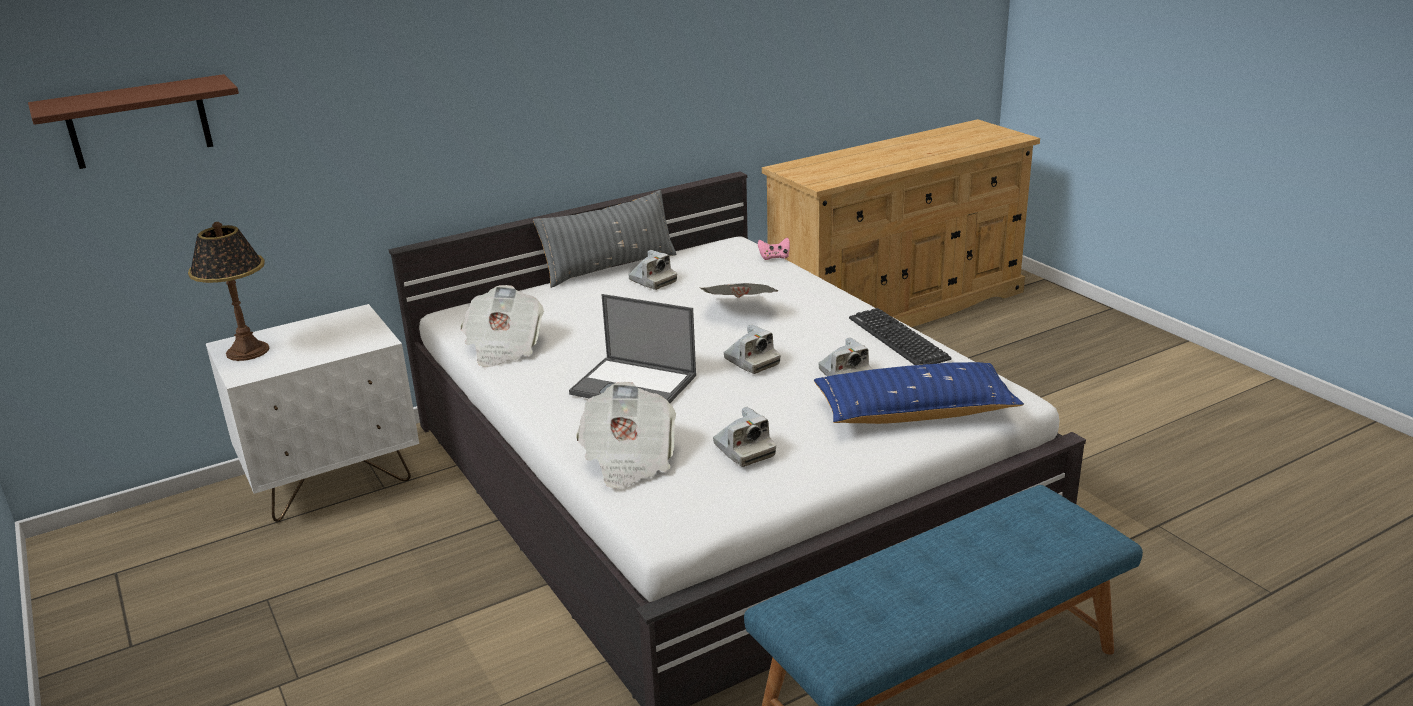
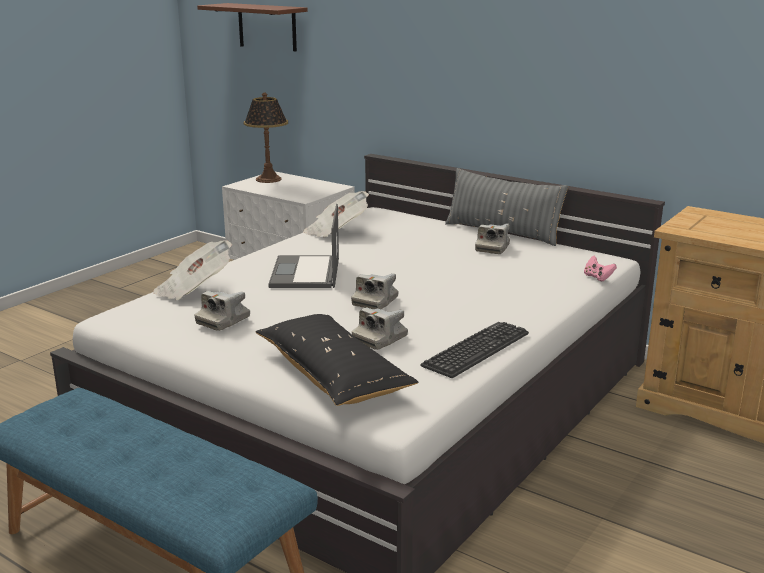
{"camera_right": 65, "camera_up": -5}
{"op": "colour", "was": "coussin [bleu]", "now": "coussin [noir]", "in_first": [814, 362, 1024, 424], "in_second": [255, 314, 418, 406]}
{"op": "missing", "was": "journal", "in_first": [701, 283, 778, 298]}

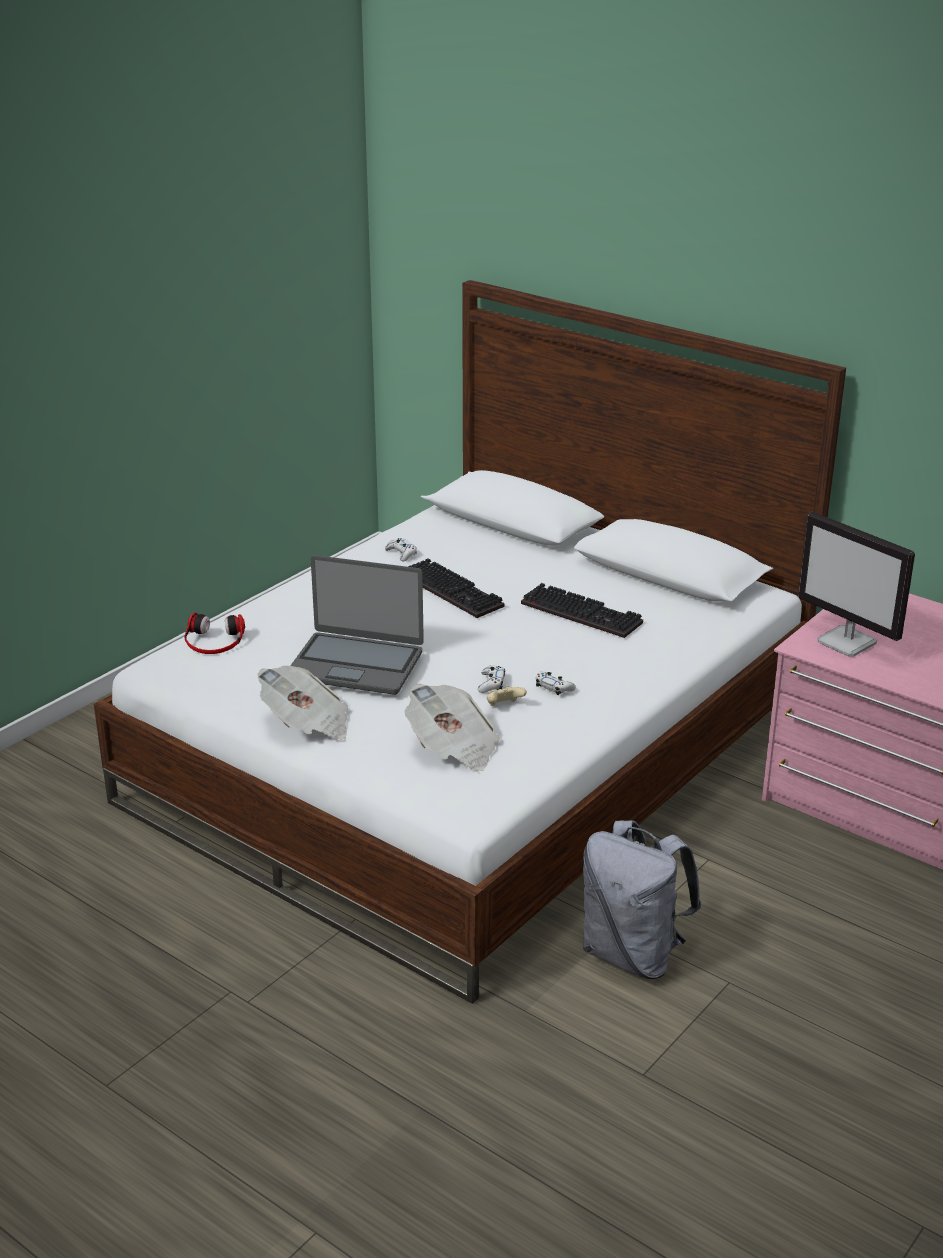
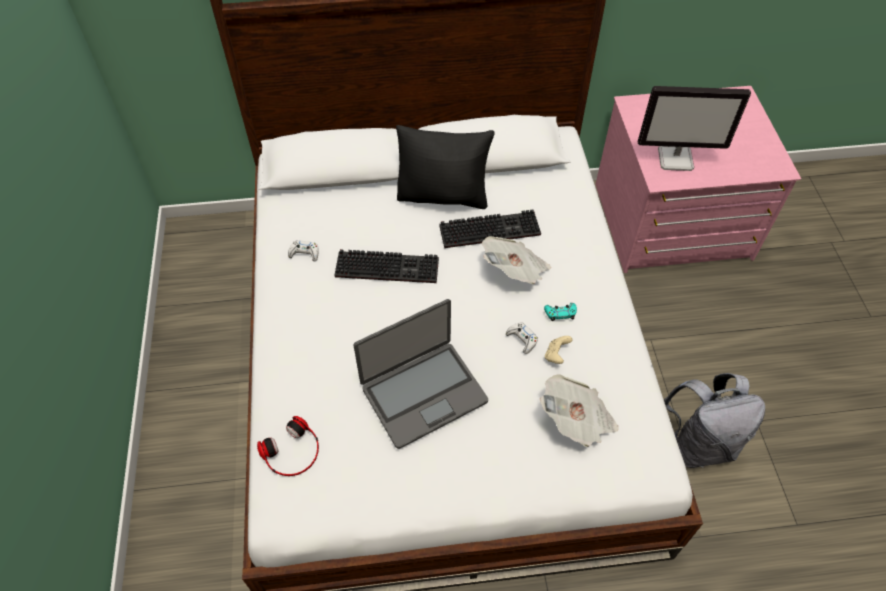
{"camera_right": -45, "camera_up": 25}
{"op": "appeared", "now": "coussin [noir]", "in_second": [396, 125, 495, 209]}
{"op": "relocated", "was": "journal", "in_first": [258, 666, 348, 739], "in_second": [482, 236, 551, 284]}
{"op": "colour", "was": "manette [blanc]", "now": "manette [turquoise]", "in_first": [536, 671, 576, 695], "in_second": [544, 303, 577, 321]}

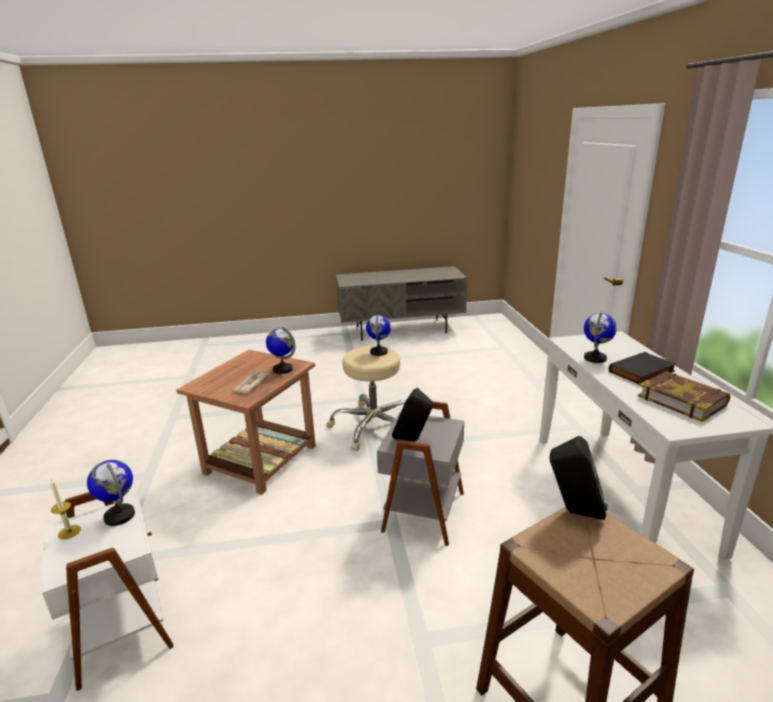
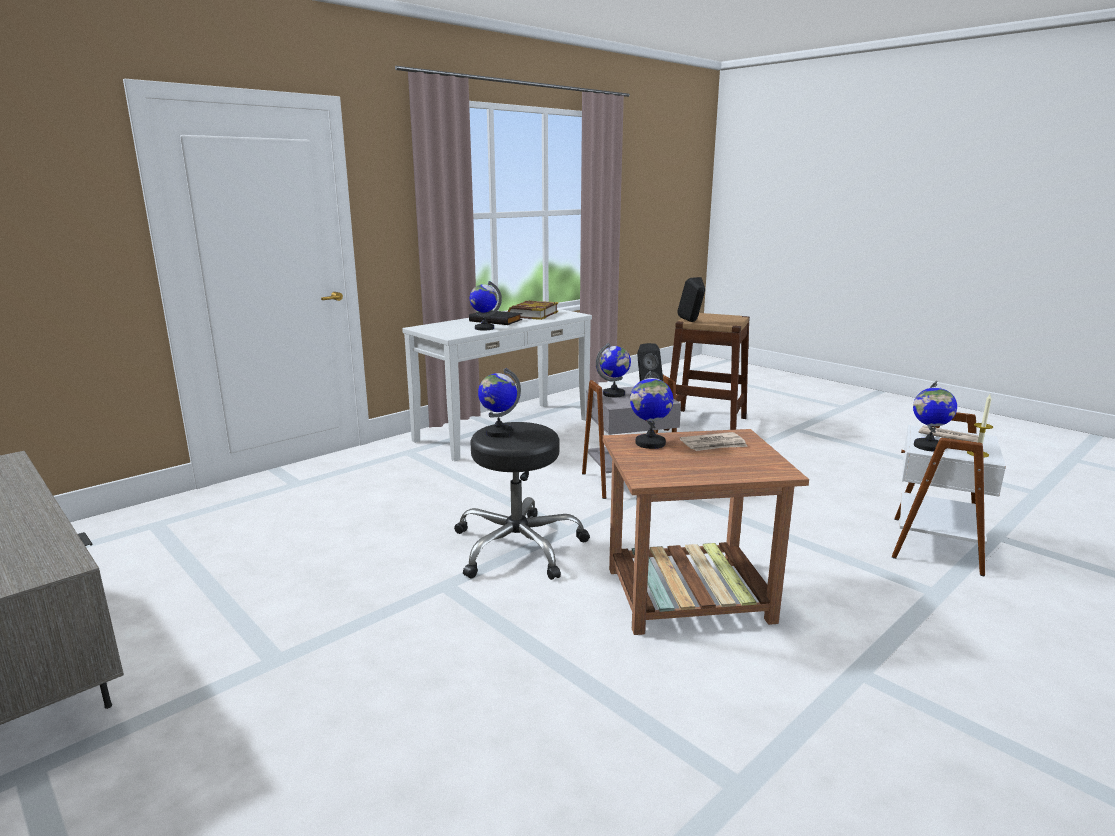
{"camera_right": -125, "camera_up": -5}
{"op": "colour", "was": "tabouret [beige]", "now": "tabouret [noir]", "in_first": [326, 346, 405, 451], "in_second": [454, 422, 590, 580]}
{"op": "appeared", "now": "globe", "in_second": [596, 343, 631, 397]}
{"op": "appeared", "now": "journal", "in_second": [918, 425, 979, 442]}

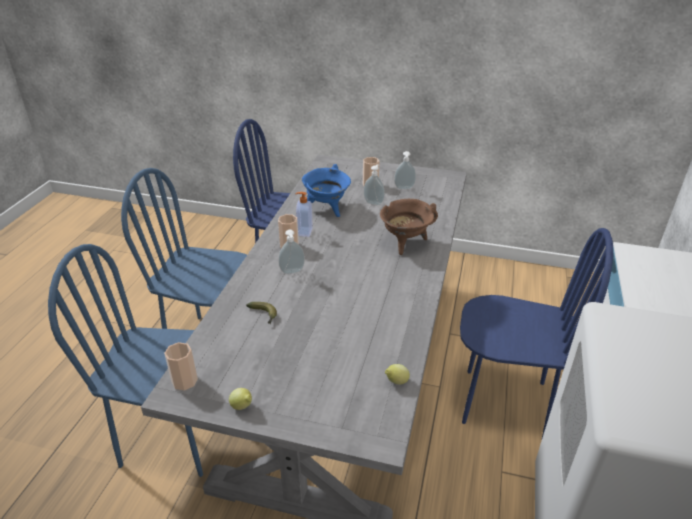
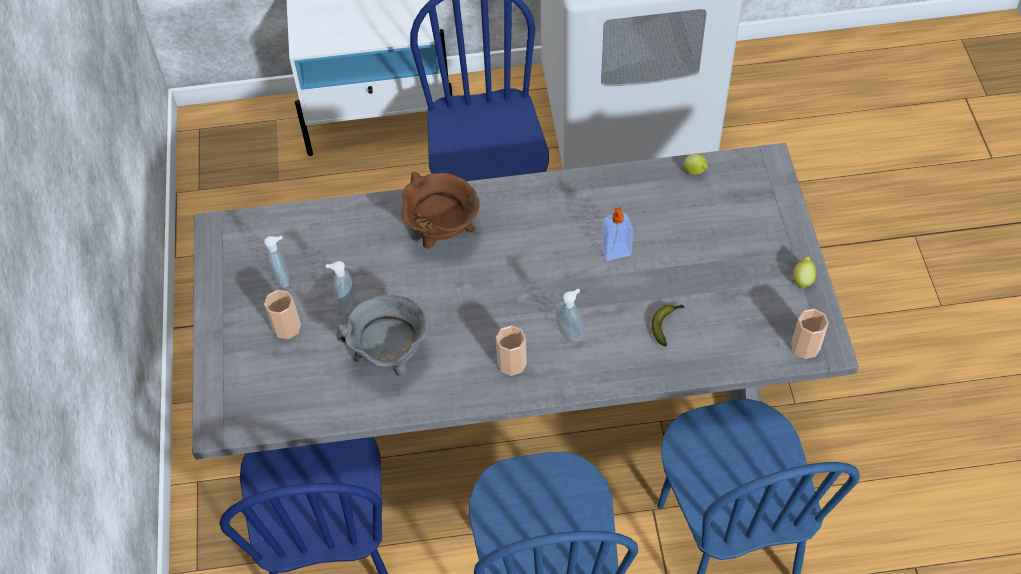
{"camera_right": -110, "camera_up": 20}
{"op": "colour", "was": "marmite [bleu]", "now": "marmite [gris]", "in_first": [301, 164, 351, 217], "in_second": [336, 295, 429, 376]}
{"op": "relocated", "was": "distributeur de savon", "in_first": [296, 192, 313, 237], "in_second": [601, 207, 633, 261]}

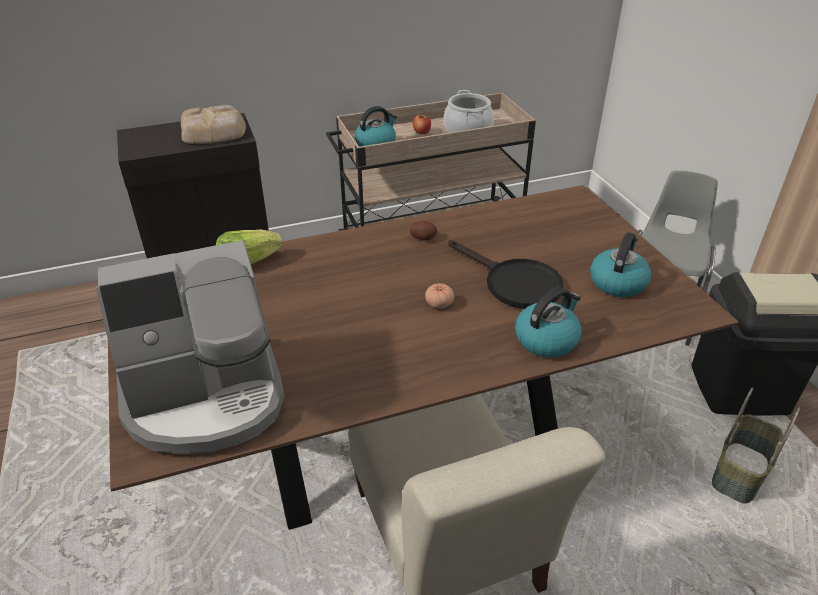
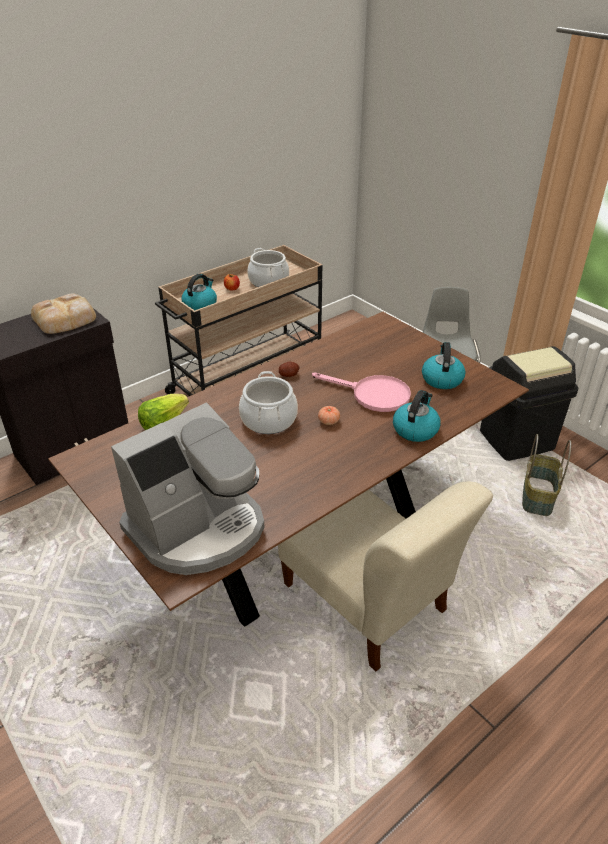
{"camera_right": -20, "camera_up": 0}
{"op": "appeared", "now": "marmite", "in_second": [239, 371, 298, 434]}
{"op": "colour", "was": "poêle [noir]", "now": "poêle [rose]", "in_first": [449, 240, 564, 309], "in_second": [312, 373, 411, 412]}

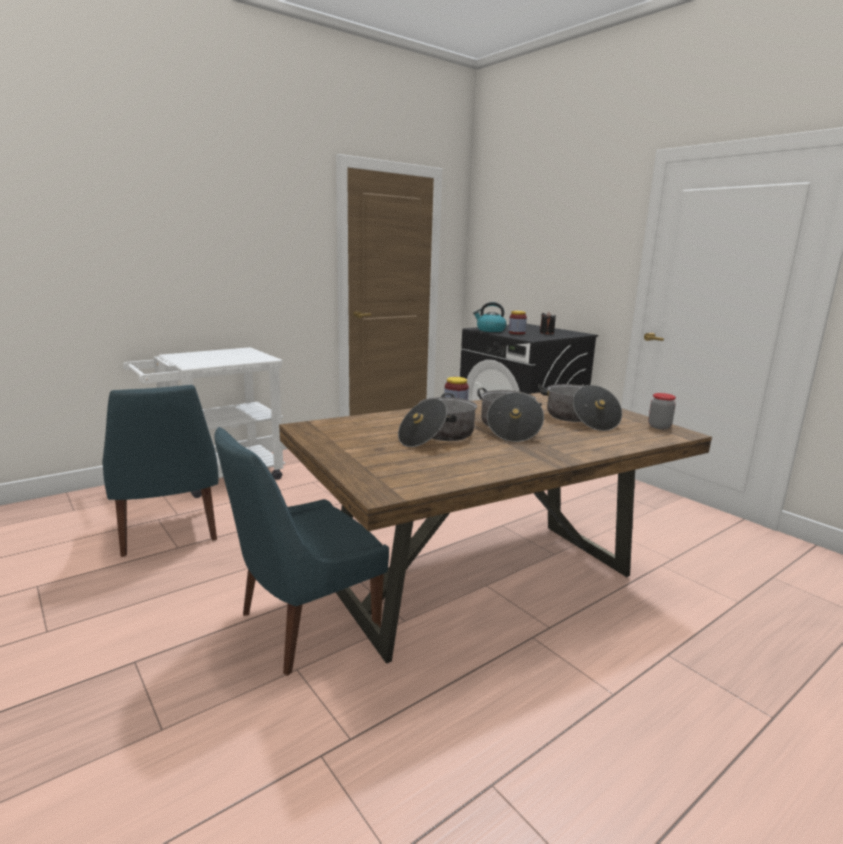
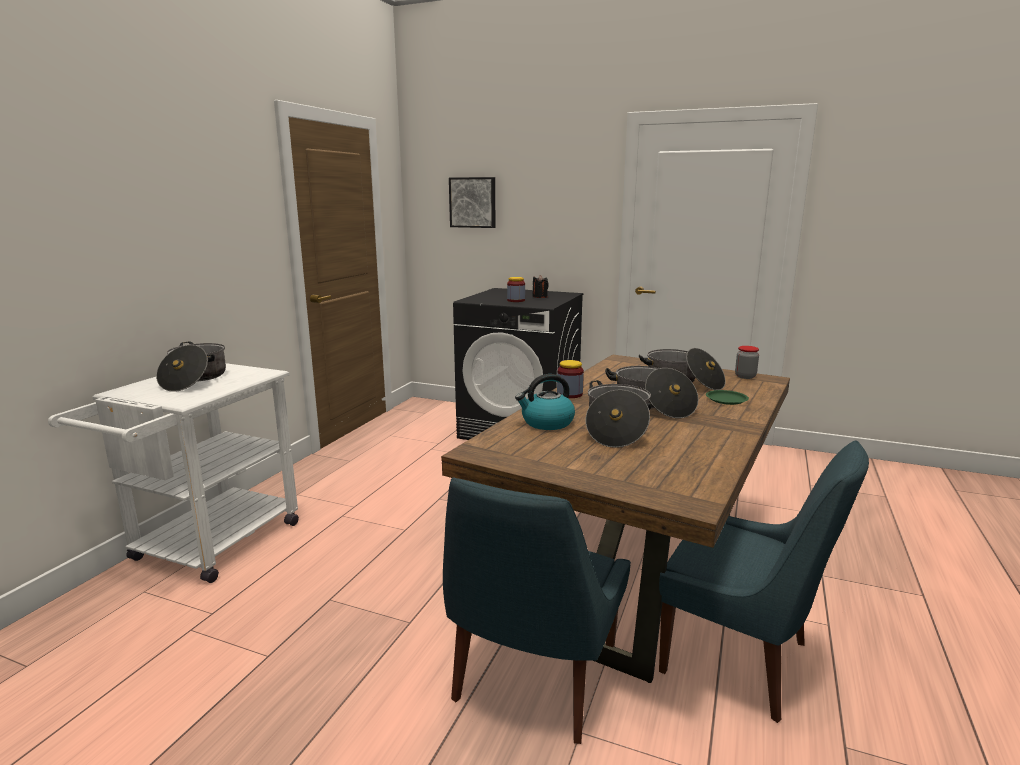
{"camera_right": -30, "camera_up": 0}
{"op": "appeared", "now": "marmite", "in_second": [156, 341, 226, 392]}
{"op": "appeared", "now": "tableau", "in_second": [449, 177, 495, 228]}
{"op": "relocated", "was": "bouilloire", "in_first": [473, 302, 507, 332], "in_second": [515, 374, 575, 430]}
{"op": "relocated", "was": "chaise [bleu]", "in_first": [102, 385, 218, 557], "in_second": [659, 440, 869, 723]}
{"op": "appeared", "now": "assiette [vert]", "in_second": [706, 390, 749, 405]}

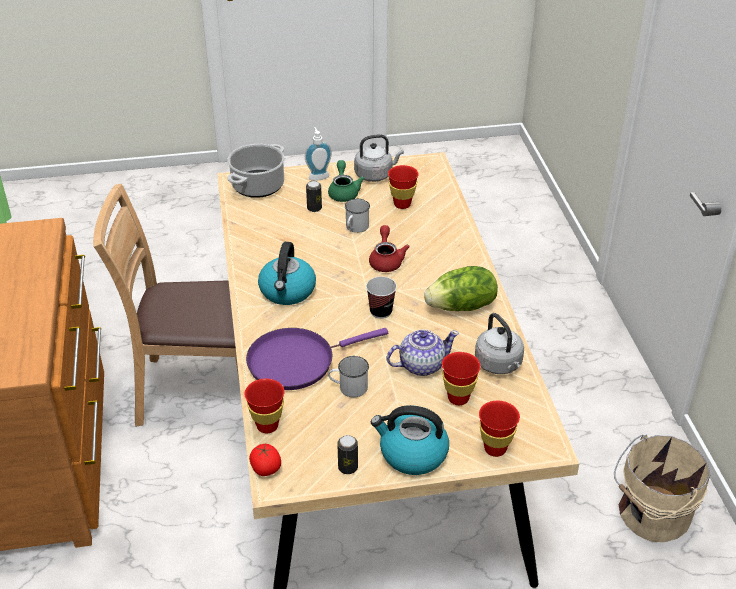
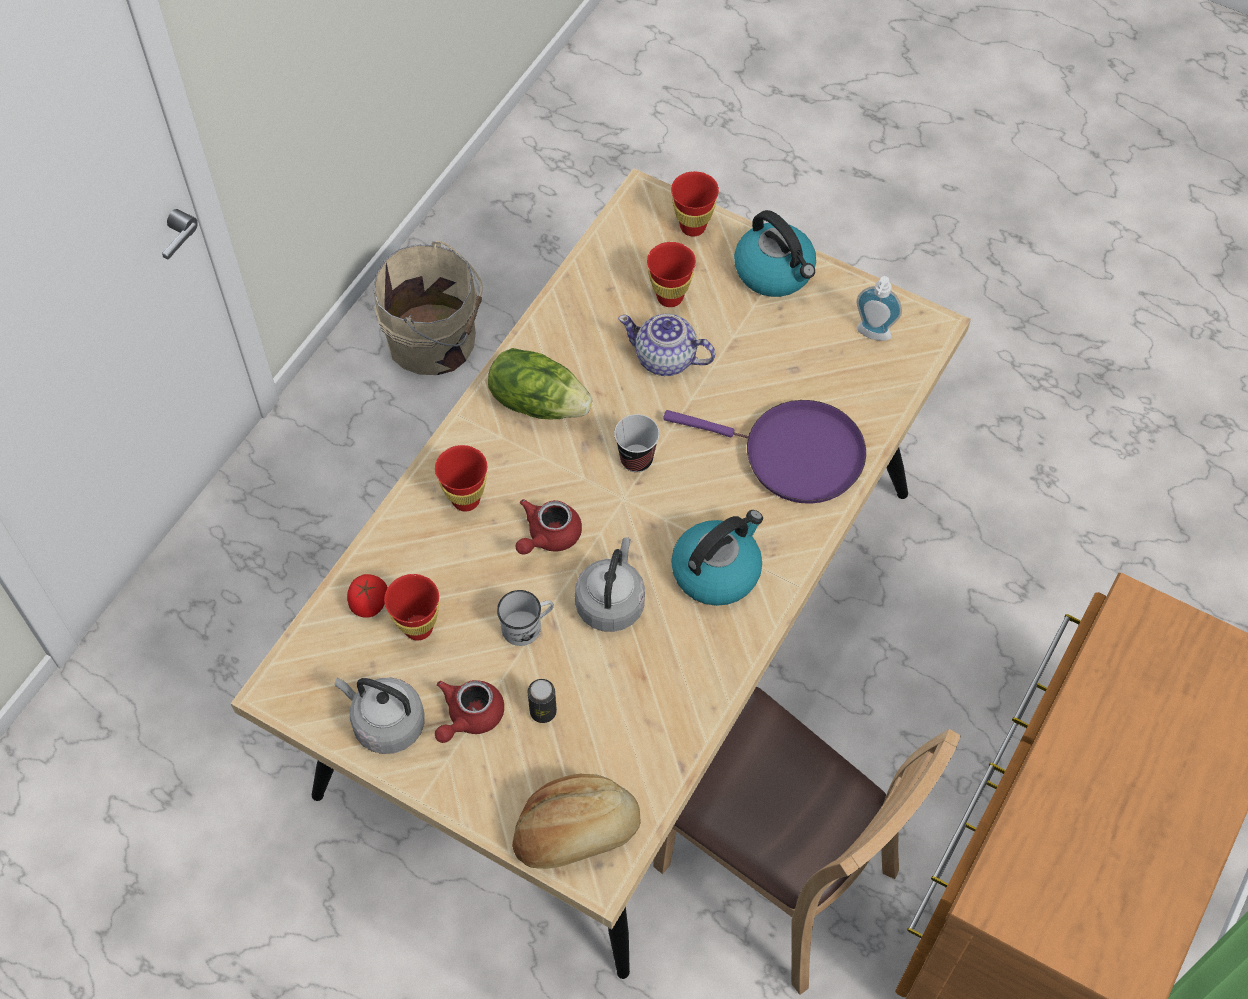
{"camera_right": -140, "camera_up": 20}
{"op": "relocated", "was": "tomate", "in_first": [249, 444, 281, 476], "in_second": [347, 574, 388, 618]}
{"op": "relocated", "was": "tasse [rouge]", "in_first": [245, 378, 285, 433], "in_second": [435, 445, 487, 511]}
{"op": "colour", "was": "théière [vert]", "now": "théière [rouge]", "in_first": [328, 160, 365, 202], "in_second": [435, 680, 504, 743]}
{"op": "exchanged", "was": "marmite", "now": "pain", "in_first": [227, 144, 285, 198], "in_second": [512, 774, 641, 869]}
{"op": "relocated", "was": "bouilloire [gris]", "in_first": [475, 313, 524, 374], "in_second": [575, 537, 645, 632]}
{"op": "relocated", "was": "distributeur de savon", "in_first": [305, 127, 332, 181], "in_second": [856, 276, 902, 341]}
{"op": "missing", "was": "mug [blanc]", "in_first": [328, 356, 369, 397]}
{"op": "missing", "was": "boîte métallique", "in_first": [337, 435, 358, 474]}

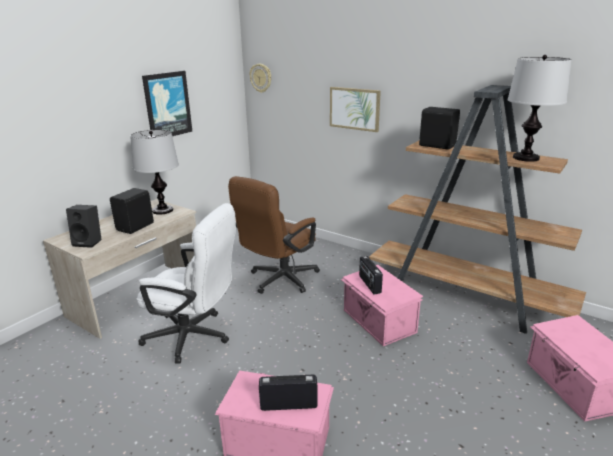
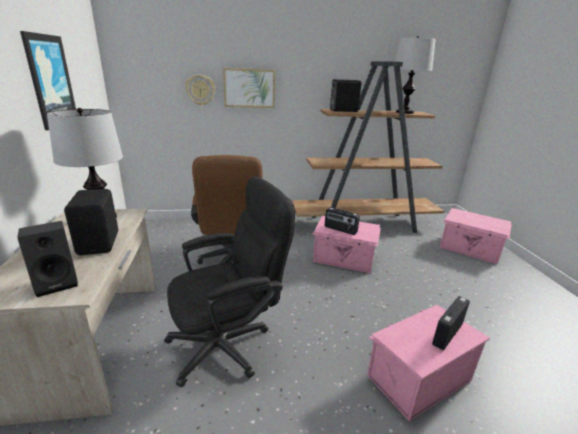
{"camera_right": -45, "camera_up": 0}
{"op": "colour", "was": "chaise de bureau [blanc]", "now": "chaise de bureau [noir]", "in_first": [136, 203, 236, 364], "in_second": [164, 176, 295, 388]}
{"op": "relocated", "was": "horloge murale", "in_first": [250, 64, 271, 93], "in_second": [185, 75, 215, 106]}

